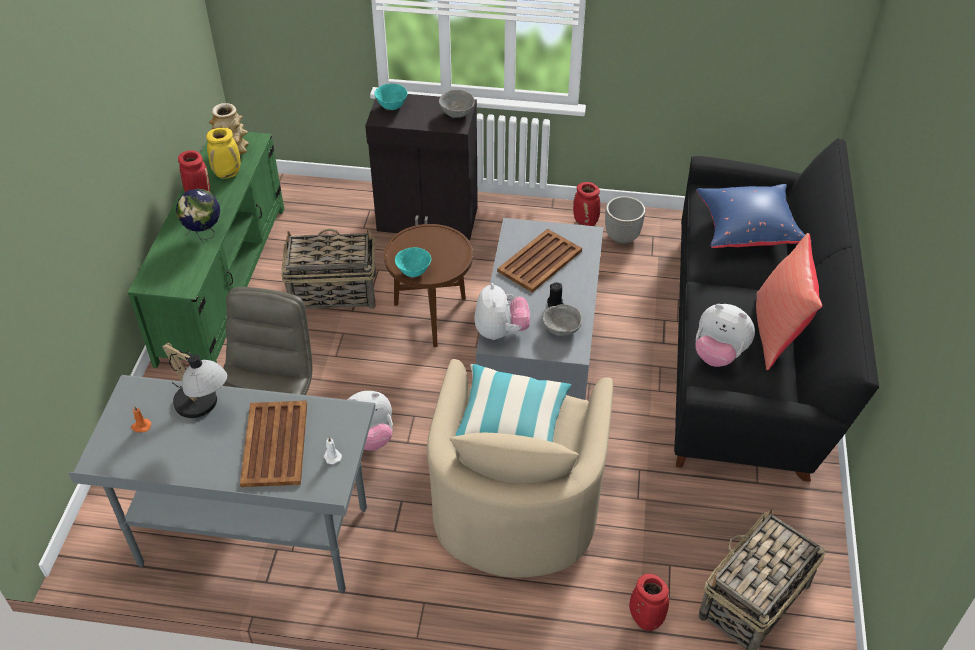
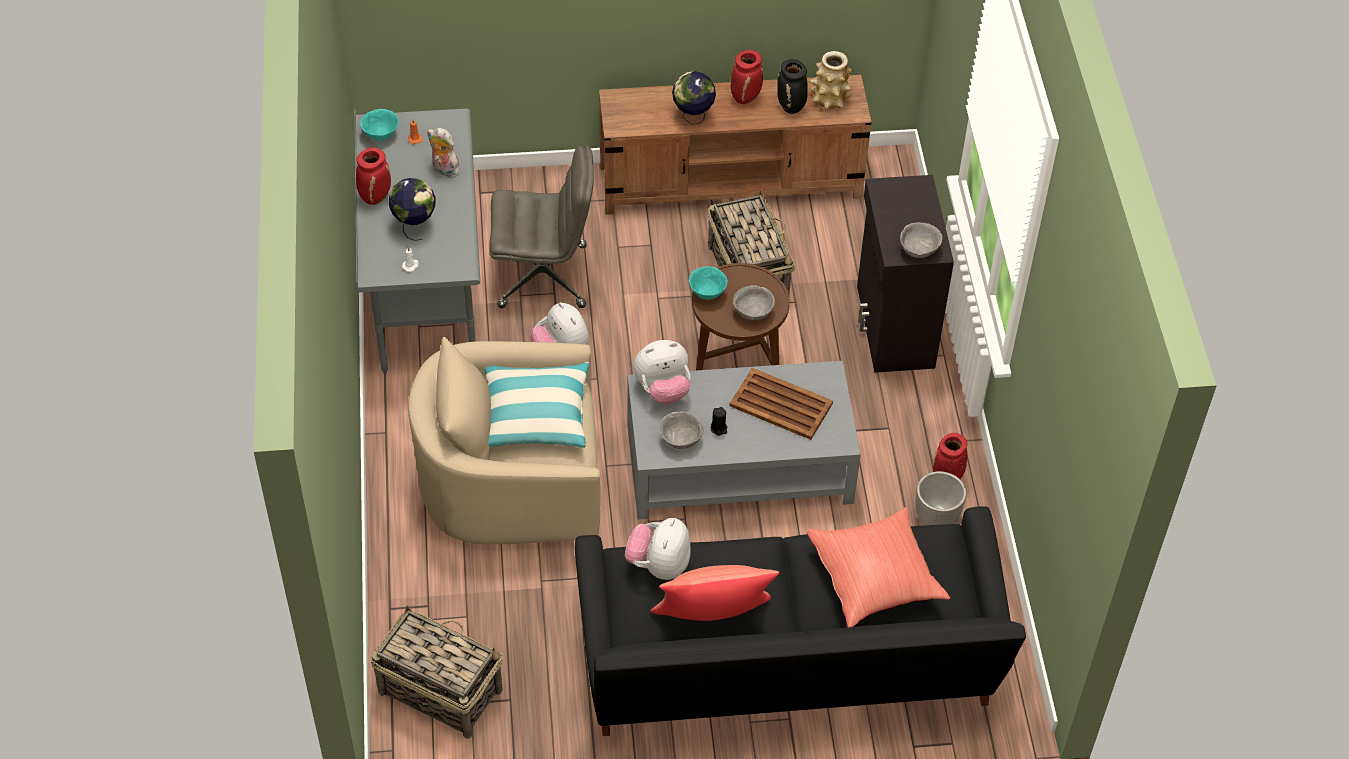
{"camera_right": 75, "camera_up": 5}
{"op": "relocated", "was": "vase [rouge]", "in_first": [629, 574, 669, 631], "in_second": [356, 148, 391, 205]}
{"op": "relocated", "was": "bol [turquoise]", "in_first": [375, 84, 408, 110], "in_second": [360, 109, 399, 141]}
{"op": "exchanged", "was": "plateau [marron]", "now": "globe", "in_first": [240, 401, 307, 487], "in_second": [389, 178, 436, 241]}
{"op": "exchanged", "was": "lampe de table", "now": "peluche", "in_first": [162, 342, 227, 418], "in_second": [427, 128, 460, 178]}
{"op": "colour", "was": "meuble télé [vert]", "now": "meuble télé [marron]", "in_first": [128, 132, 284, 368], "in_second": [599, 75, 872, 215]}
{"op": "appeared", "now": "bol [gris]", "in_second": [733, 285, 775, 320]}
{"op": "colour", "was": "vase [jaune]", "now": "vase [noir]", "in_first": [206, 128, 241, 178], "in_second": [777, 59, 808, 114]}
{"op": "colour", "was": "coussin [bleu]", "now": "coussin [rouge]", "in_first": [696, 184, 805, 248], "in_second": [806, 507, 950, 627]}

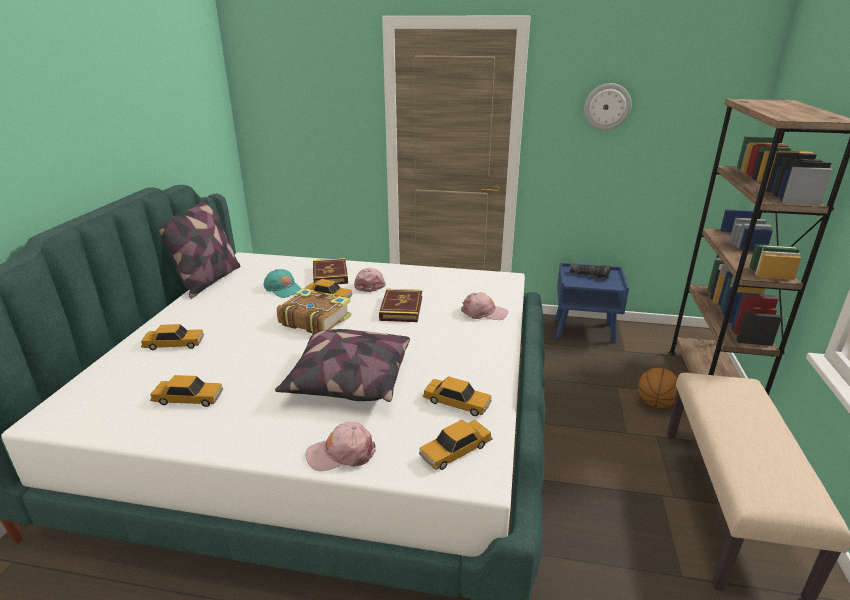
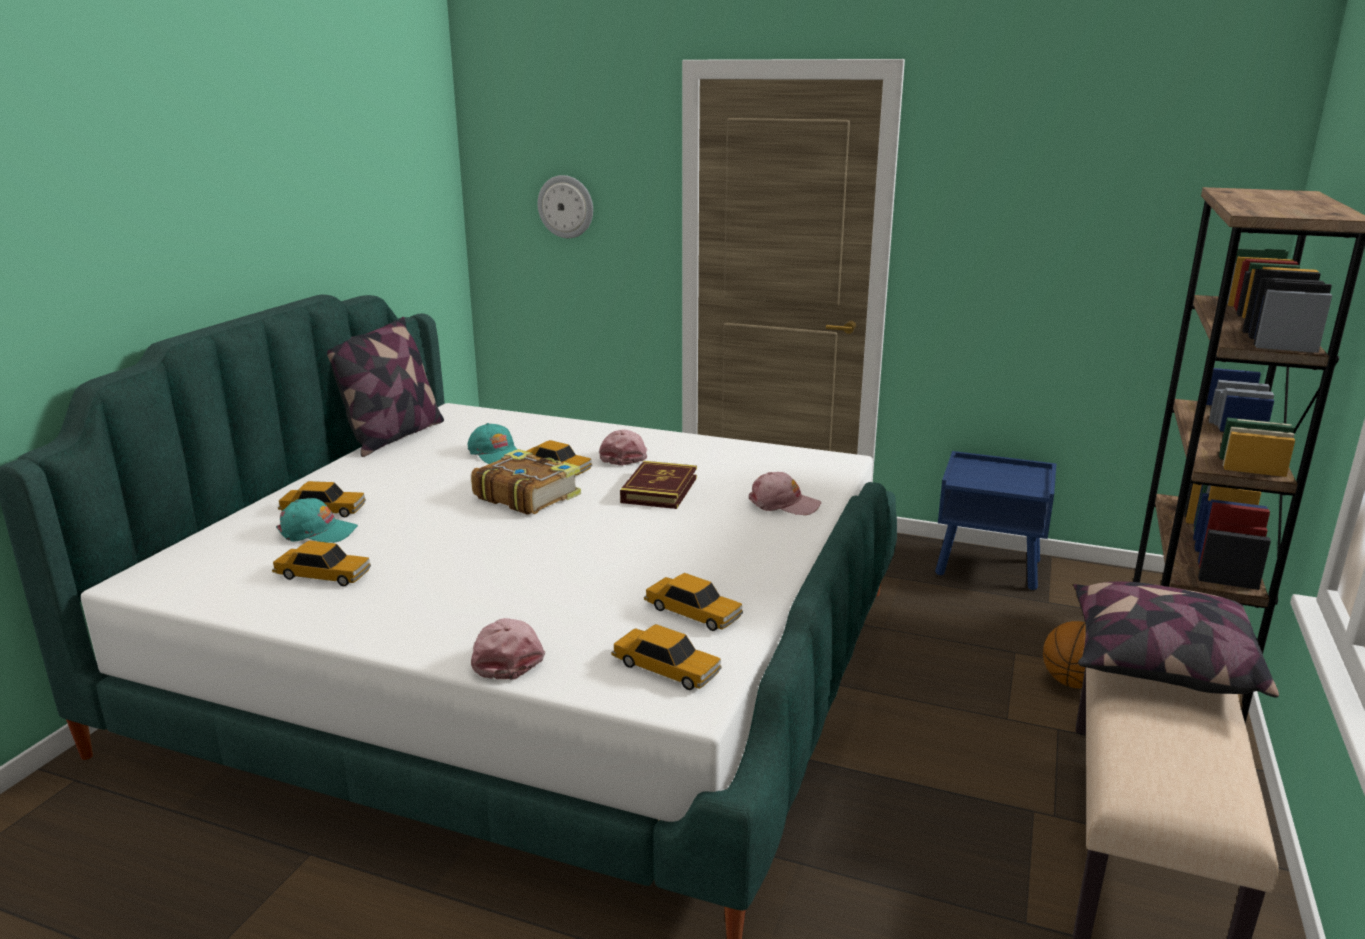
{"camera_right": 10, "camera_up": -5}
{"op": "appeared", "now": "casquette [turquoise]", "in_second": [276, 498, 358, 543]}
{"op": "spun", "was": "casquette [rose]", "in_first": [306, 422, 376, 471], "in_second": [471, 618, 545, 680], "clockwise": 75}
{"op": "relocated", "was": "horloge murale", "in_first": [584, 83, 632, 130], "in_second": [538, 175, 593, 238]}
{"op": "spun", "was": "petite voiture", "in_first": [419, 420, 493, 470], "in_second": [611, 624, 721, 690], "clockwise": -120}
{"op": "relocated", "was": "coussin", "in_first": [275, 329, 410, 402], "in_second": [1073, 582, 1279, 698]}
{"op": "missing", "was": "livre", "in_first": [313, 258, 348, 284]}
{"op": "missing", "was": "lampe de poche", "in_first": [570, 264, 610, 279]}

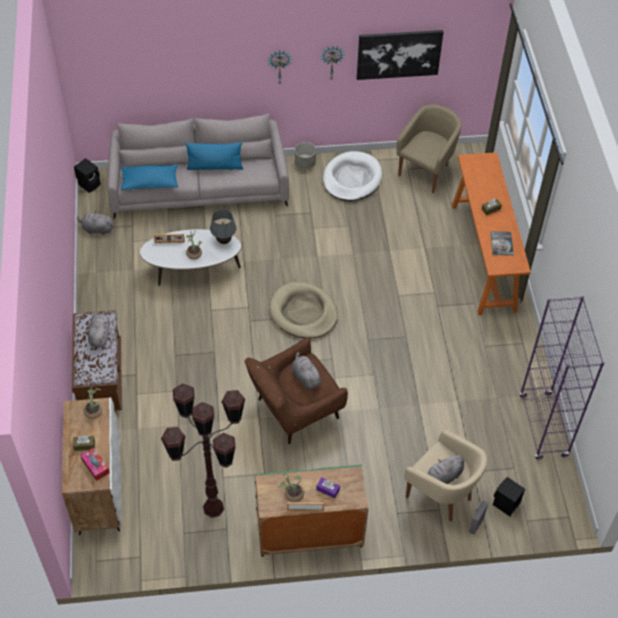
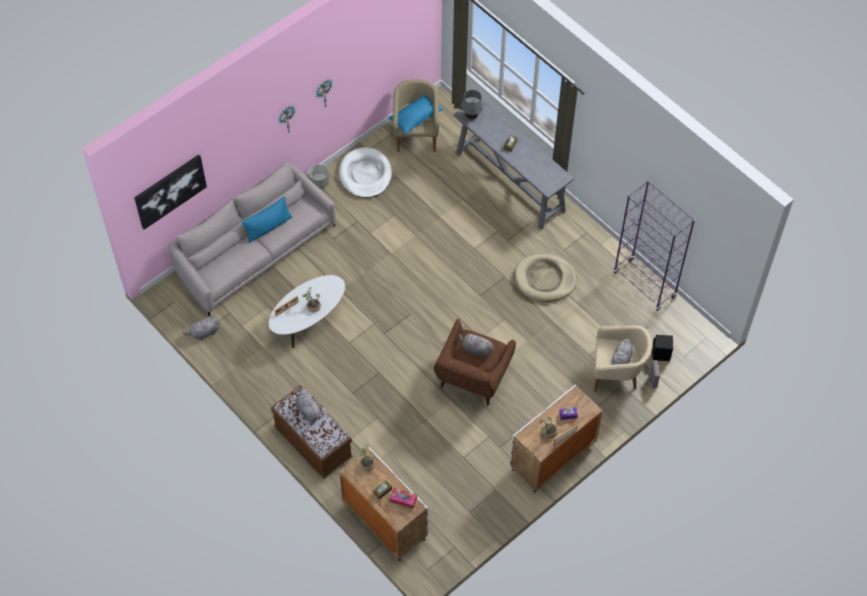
{"camera_right": -35, "camera_up": 5}
{"op": "relocated", "was": "tableau", "in_first": [357, 30, 443, 80], "in_second": [134, 155, 207, 230]}
{"op": "relocated", "was": "coussin [bleu]", "in_first": [121, 164, 178, 190], "in_second": [388, 95, 443, 134]}
{"op": "colour", "was": "table console [orange]", "now": "table console [gris]", "in_first": [452, 152, 531, 315], "in_second": [454, 98, 574, 230]}
{"op": "relocated", "was": "lampe de table [gris]", "in_first": [210, 209, 236, 244], "in_second": [461, 90, 483, 119]}
{"op": "colour", "was": "meuble de rangement [vert]", "now": "meuble de rangement [blanc]", "in_first": [255, 464, 368, 557], "in_second": [509, 385, 603, 493]}
{"op": "relocated", "was": "panier pour chien [beige]", "in_first": [269, 282, 338, 338], "in_second": [514, 254, 577, 302]}
{"op": "missing", "was": "enceinte [noir]", "in_first": [74, 158, 101, 193]}
{"op": "missing", "was": "lampadaire [marron]", "in_first": [161, 383, 246, 518]}
{"op": "missing", "was": "livre", "in_first": [490, 232, 514, 255]}

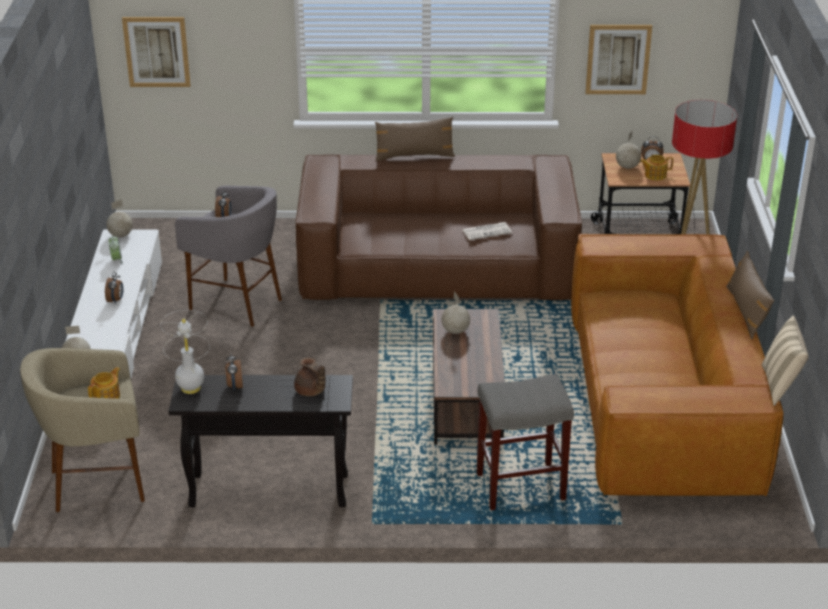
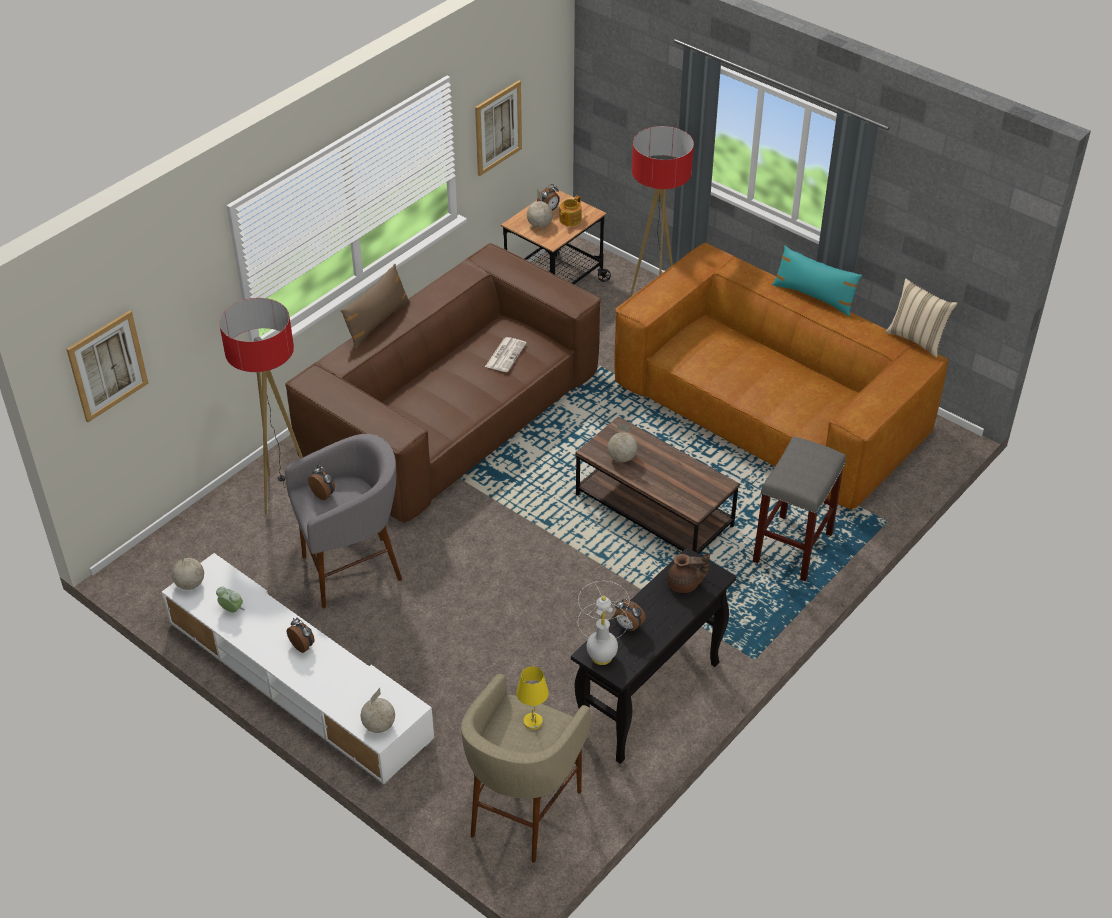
{"camera_right": -50, "camera_up": 10}
{"op": "appeared", "now": "lampadaire", "in_second": [219, 298, 303, 515]}
{"op": "exchanged", "was": "théière", "now": "lampe de table [jaune]", "in_first": [88, 367, 120, 399], "in_second": [516, 666, 549, 730]}
{"op": "colour", "was": "coussin [marron]", "now": "coussin [turquoise]", "in_first": [726, 251, 774, 339], "in_second": [772, 246, 862, 316]}

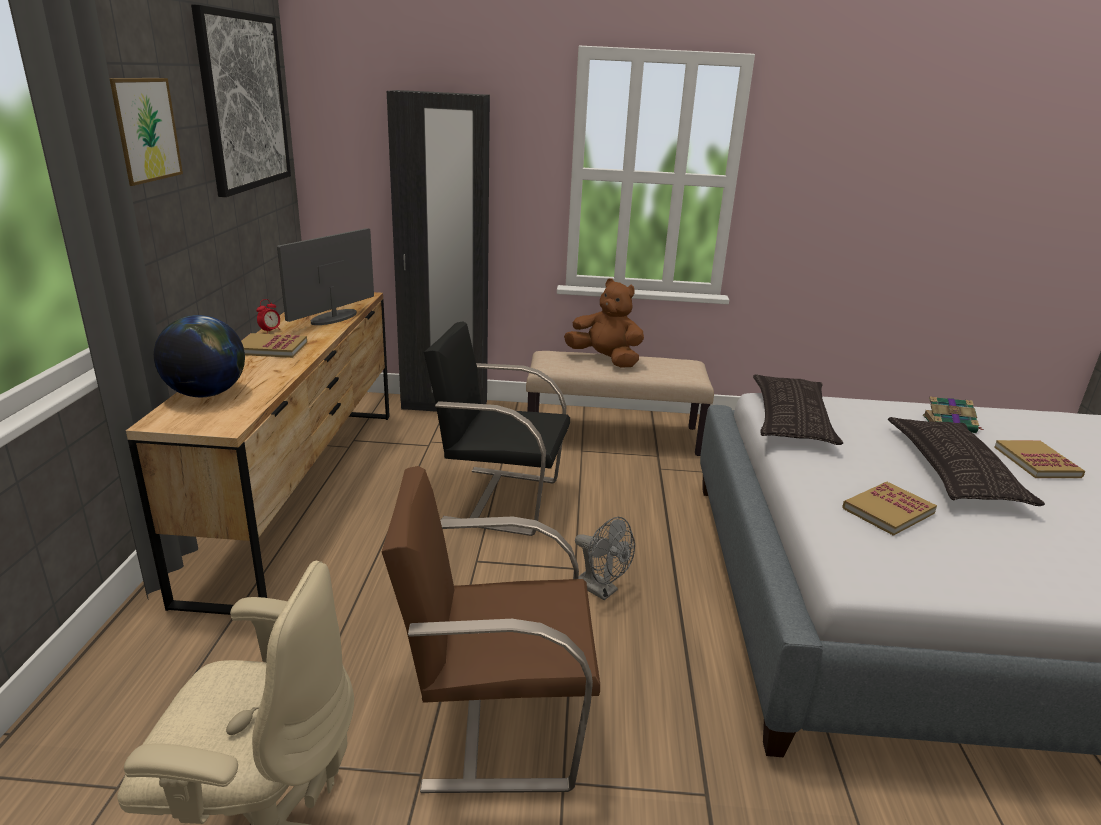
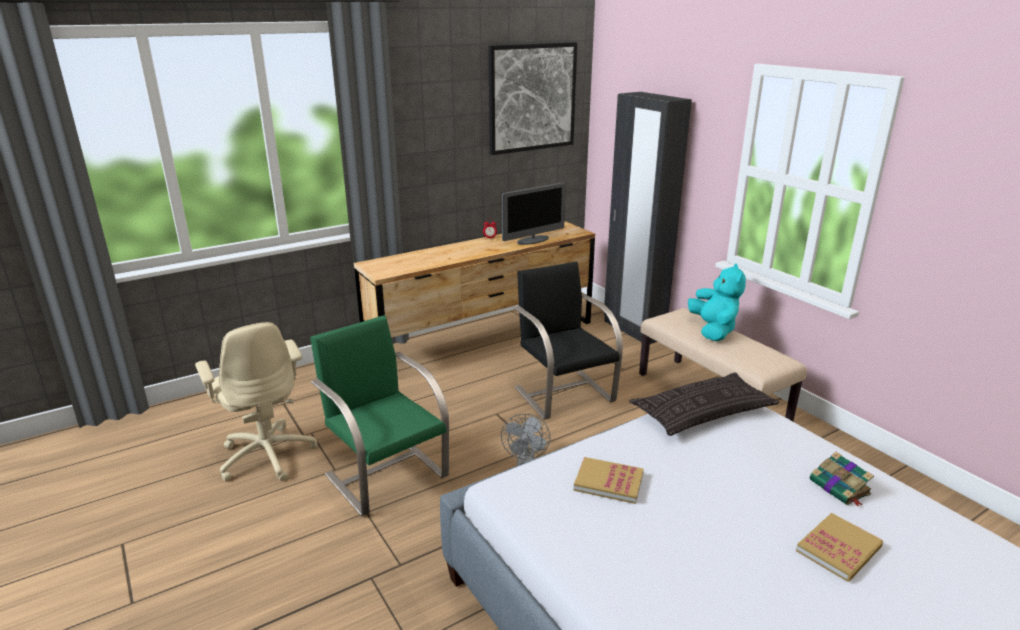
{"camera_right": 55, "camera_up": 0}
{"op": "colour", "was": "chaise [marron]", "now": "chaise [vert]", "in_first": [382, 466, 600, 793], "in_second": [310, 315, 449, 516]}
{"op": "spun", "was": "écran d'ordinateur", "in_first": [277, 228, 374, 325], "in_second": [502, 182, 566, 245], "clockwise": 150}
{"op": "colour", "was": "peluche [marron]", "now": "peluche [turquoise]", "in_first": [564, 279, 644, 368], "in_second": [688, 263, 746, 341]}
{"op": "missing", "was": "tableau", "in_first": [109, 78, 183, 186]}
{"op": "missing", "was": "globe", "in_first": [154, 315, 245, 397]}
{"op": "missing", "was": "livre", "in_first": [241, 333, 307, 358]}
{"op": "missing", "was": "coussin", "in_first": [888, 417, 1045, 506]}

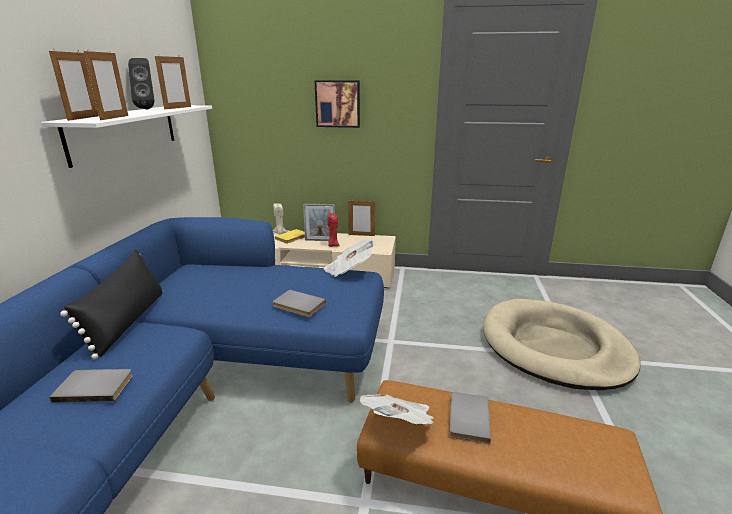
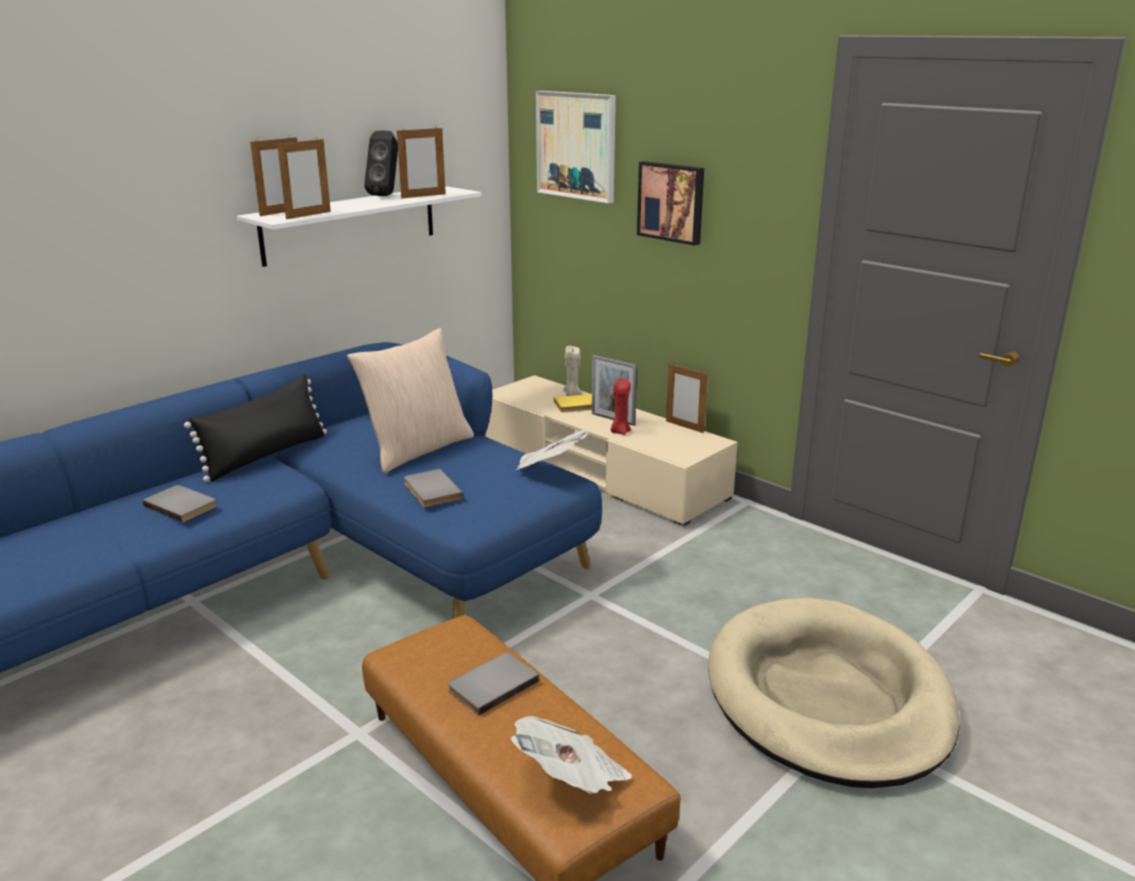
{"camera_right": 35, "camera_up": 0}
{"op": "appeared", "now": "coussin [beige]", "in_second": [347, 328, 474, 473]}
{"op": "relocated", "was": "journal", "in_first": [360, 394, 434, 424], "in_second": [510, 716, 632, 794]}
{"op": "appeared", "now": "tableau", "in_second": [536, 91, 616, 203]}

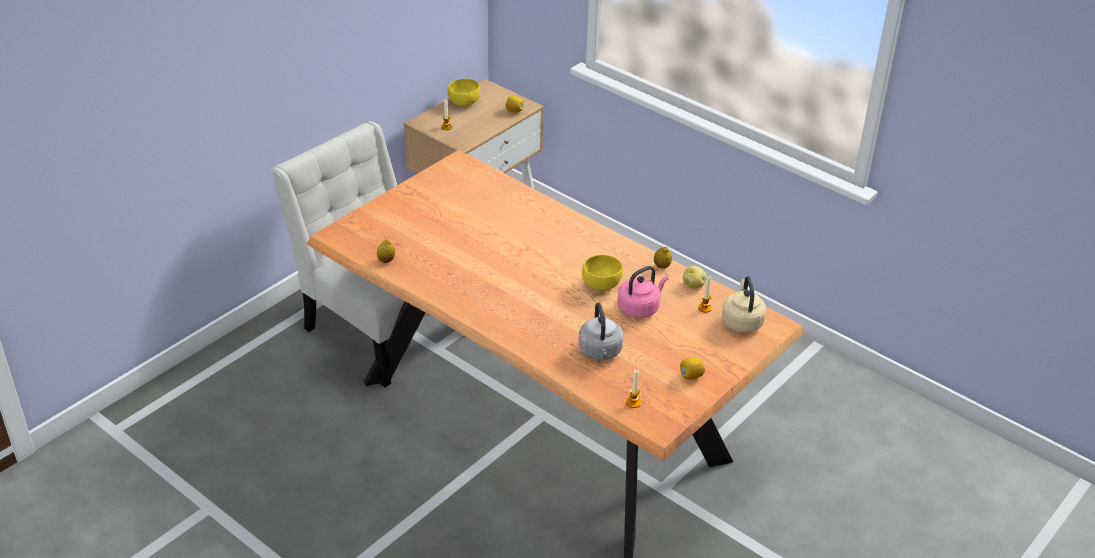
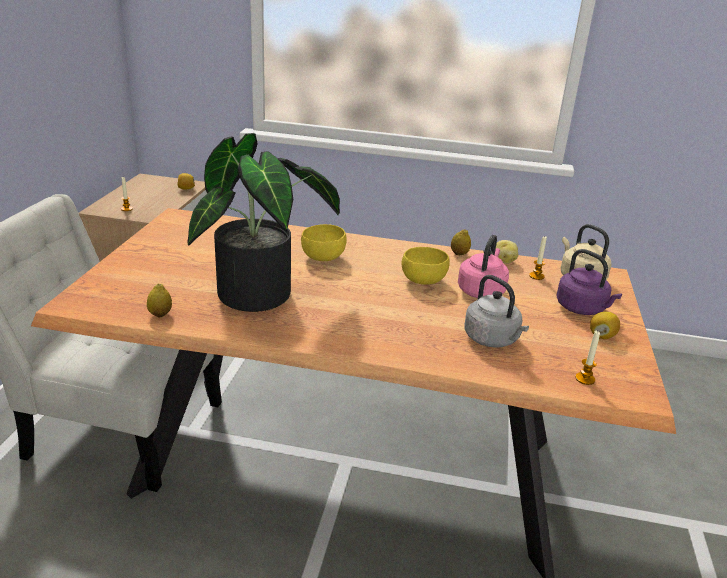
{"camera_right": -30, "camera_up": -10}
{"op": "appeared", "now": "plante en pot", "in_second": [187, 133, 340, 312]}
{"op": "relocated", "was": "bol [jaune]", "in_first": [447, 79, 480, 106], "in_second": [301, 224, 347, 261]}
{"op": "appeared", "now": "bouilloire [violet]", "in_second": [556, 249, 622, 315]}

